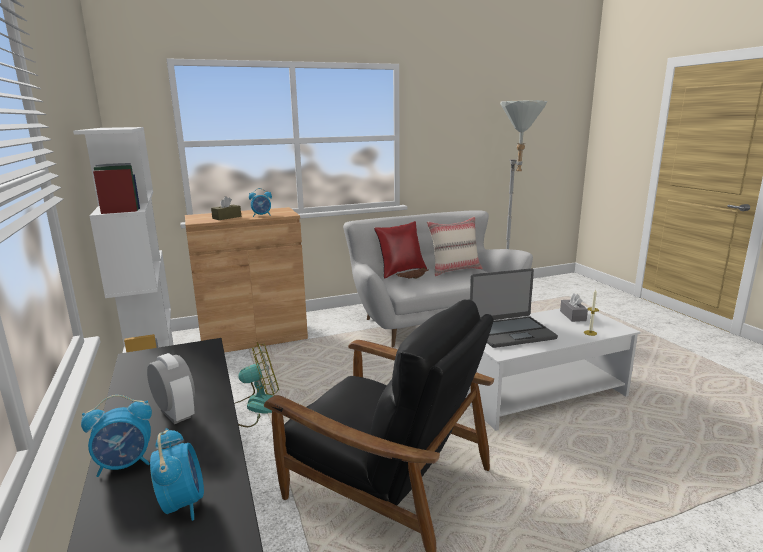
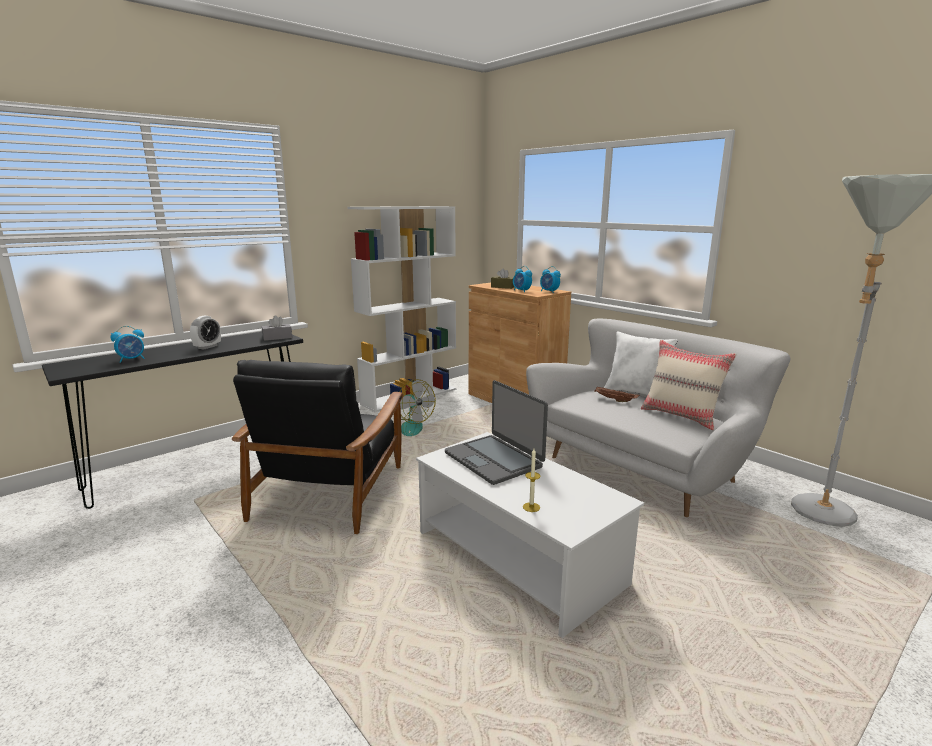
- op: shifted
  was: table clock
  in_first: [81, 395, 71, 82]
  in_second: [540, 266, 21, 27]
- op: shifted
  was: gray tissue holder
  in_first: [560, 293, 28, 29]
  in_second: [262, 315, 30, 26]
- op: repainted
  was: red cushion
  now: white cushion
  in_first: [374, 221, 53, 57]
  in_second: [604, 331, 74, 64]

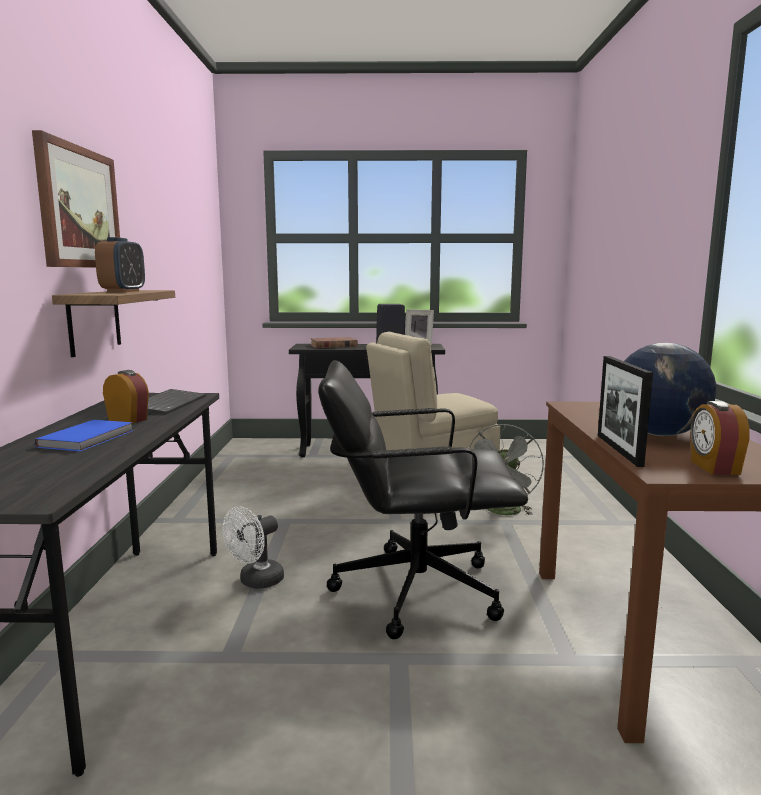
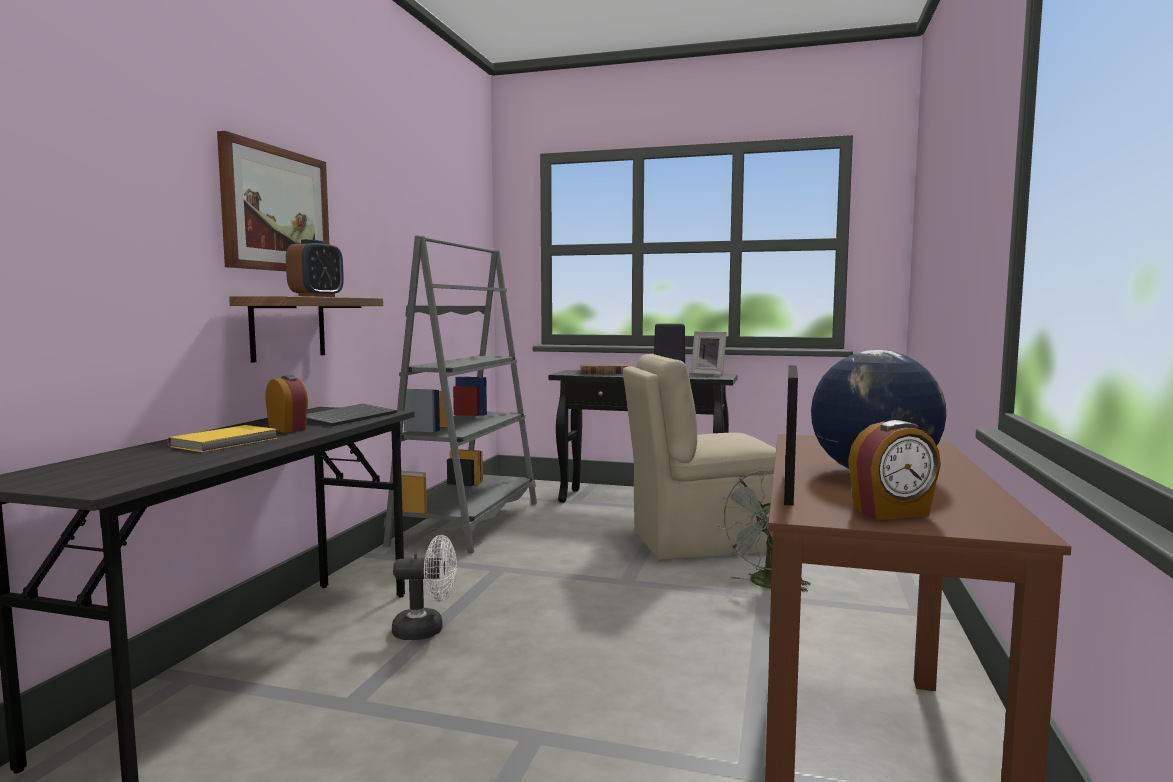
- op: gone
  was: blackish desk chair
  in_first: [318, 360, 210, 279]
- op: new
  now: gray bookshelf
  in_second: [383, 235, 154, 319]
- op: repainted
  was: blue book
  now: yellow-coloured book
  in_first: [35, 420, 99, 32]
  in_second: [168, 425, 110, 27]
- op: rotated
  was: white cooling fan
  in_first: [222, 507, 62, 82]
  in_second: [392, 535, 65, 105]
  clockwise: -150
- op: rotated
  was: table clock
  in_first: [691, 401, 59, 74]
  in_second: [848, 420, 93, 100]
  clockwise: -120

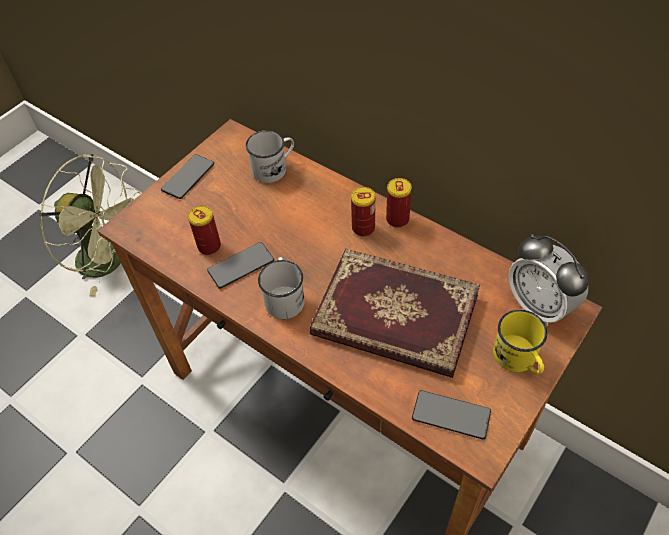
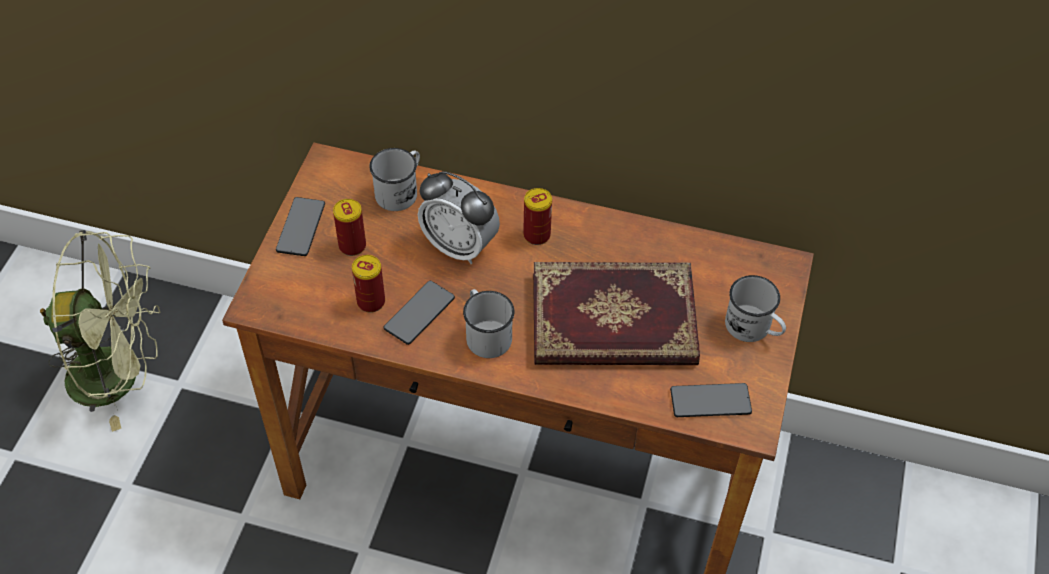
- op: shifted
  was: metal can
  in_first: [386, 178, 26, 50]
  in_second: [333, 199, 33, 57]
- op: shifted
  was: table clock
  in_first: [508, 234, 81, 92]
  in_second: [418, 171, 82, 94]
- op: repainted
  was: yellow-coloured mug
  now: white mug
  in_first: [493, 310, 54, 64]
  in_second: [725, 275, 61, 67]

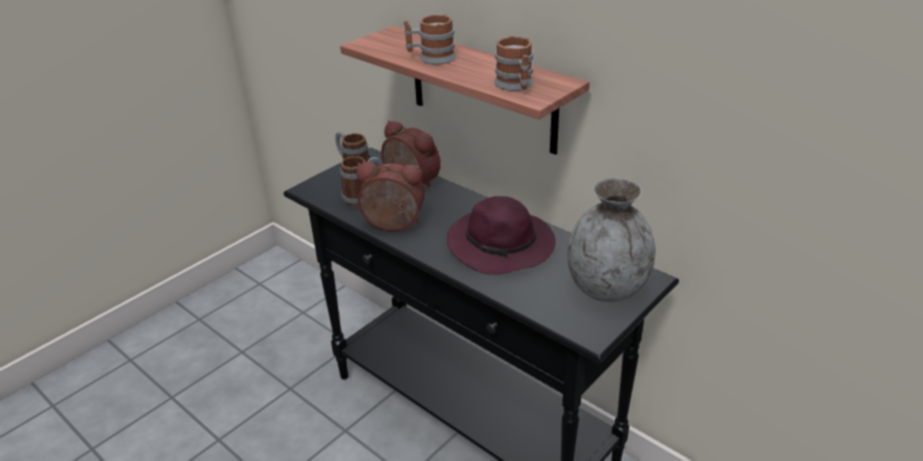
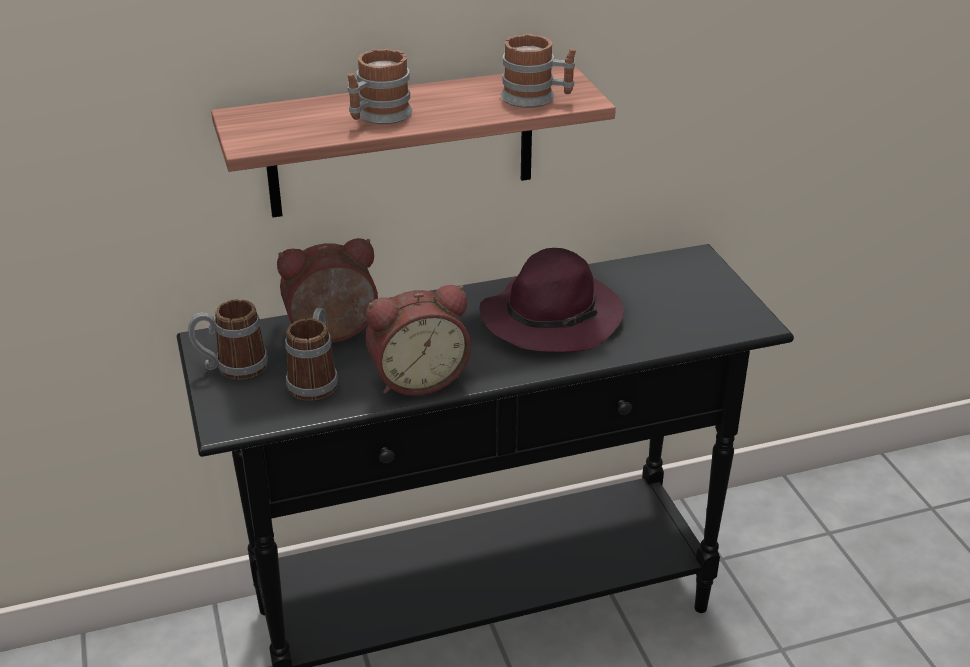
- op: gone
  was: gray decorative vase
  in_first: [567, 177, 88, 125]
- op: rotated
  was: table clock
  in_first: [357, 162, 68, 69]
  in_second: [366, 285, 105, 111]
  clockwise: -150

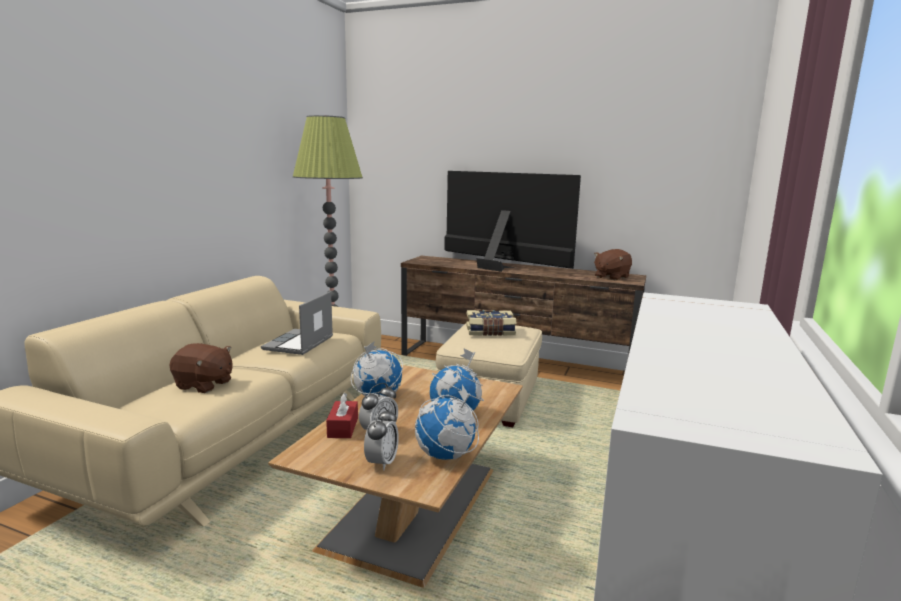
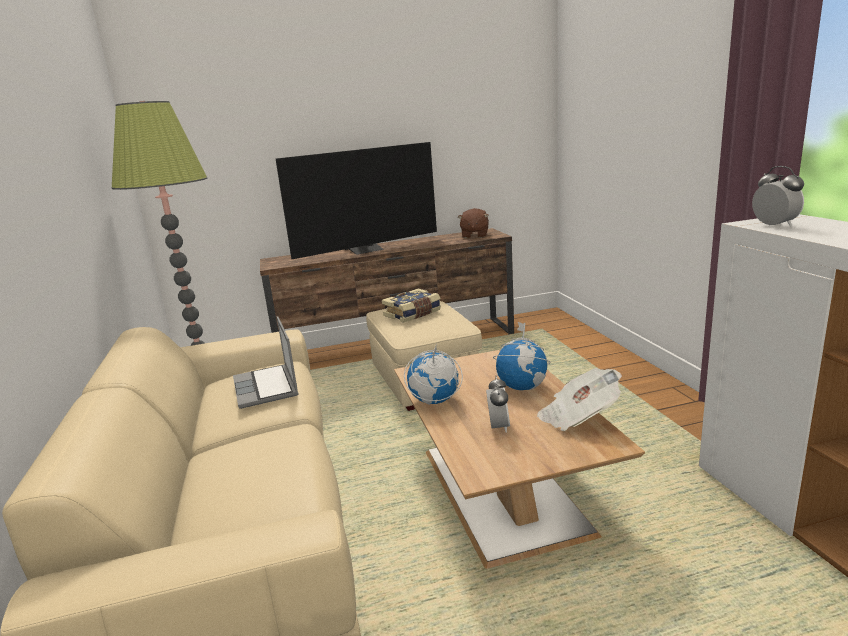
- op: gone
  was: brown plush toy
  in_first: [169, 343, 64, 50]
- op: gone
  was: red tissue holder
  in_first: [326, 393, 32, 45]
- op: shifted
  was: table clock
  in_first: [364, 407, 35, 64]
  in_second: [752, 166, 52, 61]
- op: swapped
  was: desk globe
  now: newspaper
  in_first: [415, 385, 64, 75]
  in_second: [537, 368, 85, 63]
- op: rotated
  was: television
  in_first: [444, 171, 137, 101]
  in_second: [276, 142, 161, 117]
  clockwise: 150

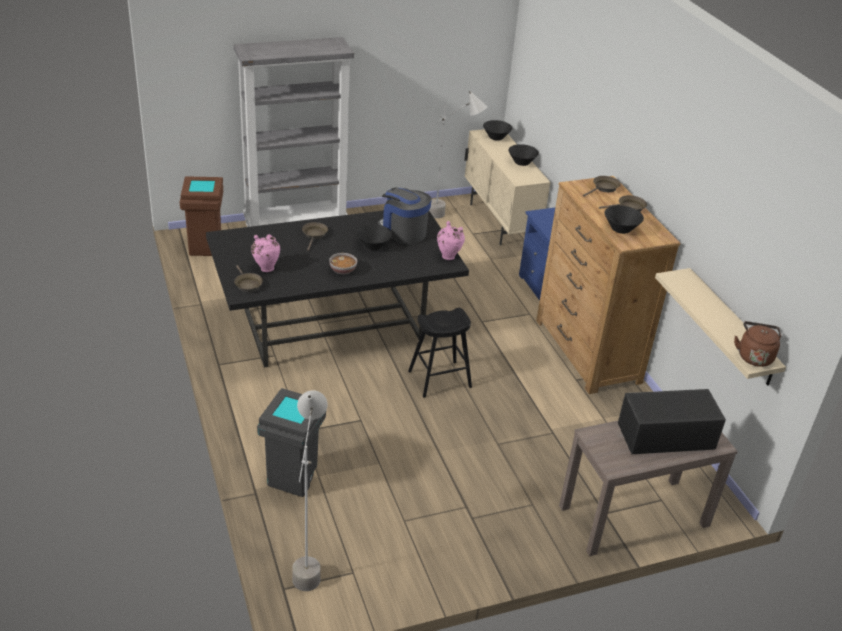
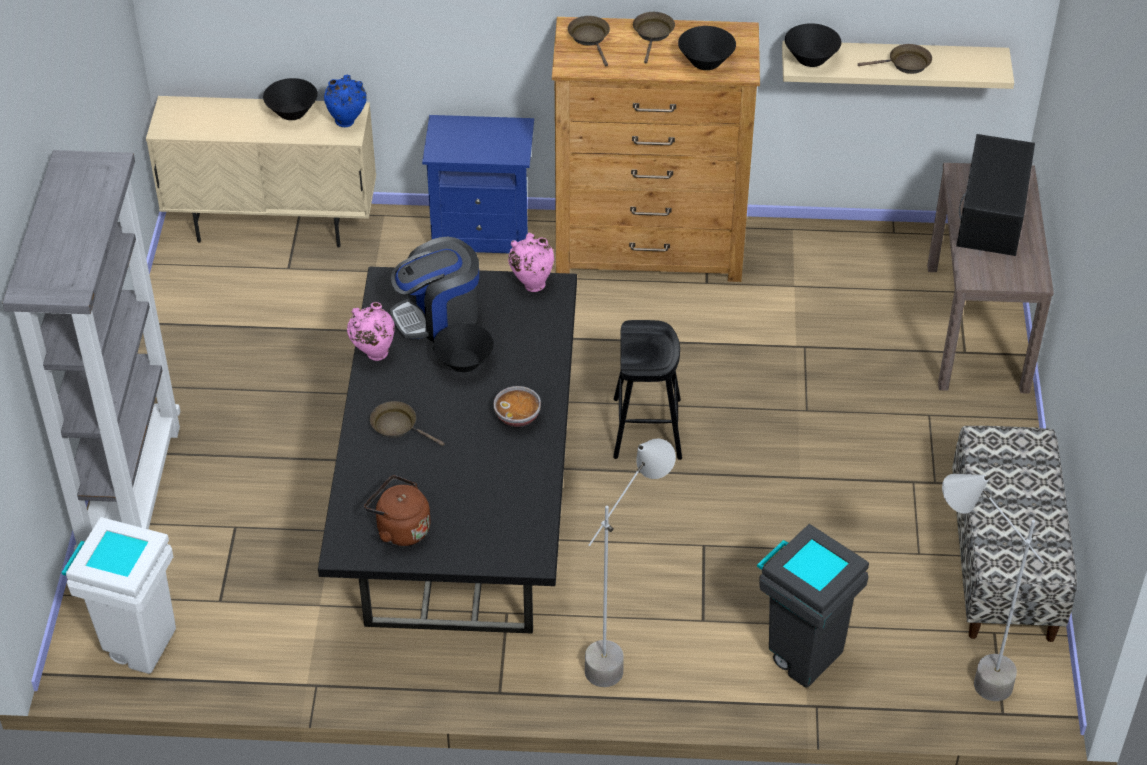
- op: new
  now: blue decorative vase
  in_second: [324, 74, 43, 53]
- op: new
  now: indoor bench
  in_second: [952, 426, 125, 216]
- op: shifted
  was: brown frying pan
  in_first: [234, 265, 29, 27]
  in_second: [858, 44, 74, 30]
- op: shifted
  was: pinkish decorative vase
  in_first: [251, 234, 29, 38]
  in_second: [347, 302, 48, 59]
- op: shifted
  was: gray standing lamp
  in_first: [429, 91, 59, 127]
  in_second: [585, 439, 91, 248]
- op: shifted
  was: blackish serving bowl
  in_first: [483, 120, 29, 20]
  in_second: [785, 23, 56, 44]
- op: shifted
  was: brown kettle
  in_first: [734, 321, 47, 46]
  in_second: [364, 475, 67, 71]
- op: repainted
  was: brown rubbish bin
  now: white rubbish bin
  in_first: [180, 176, 43, 80]
  in_second: [61, 517, 115, 157]

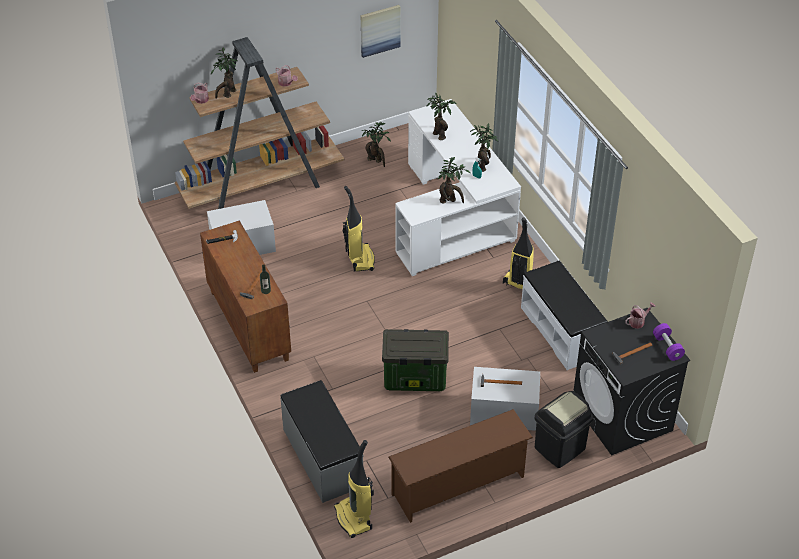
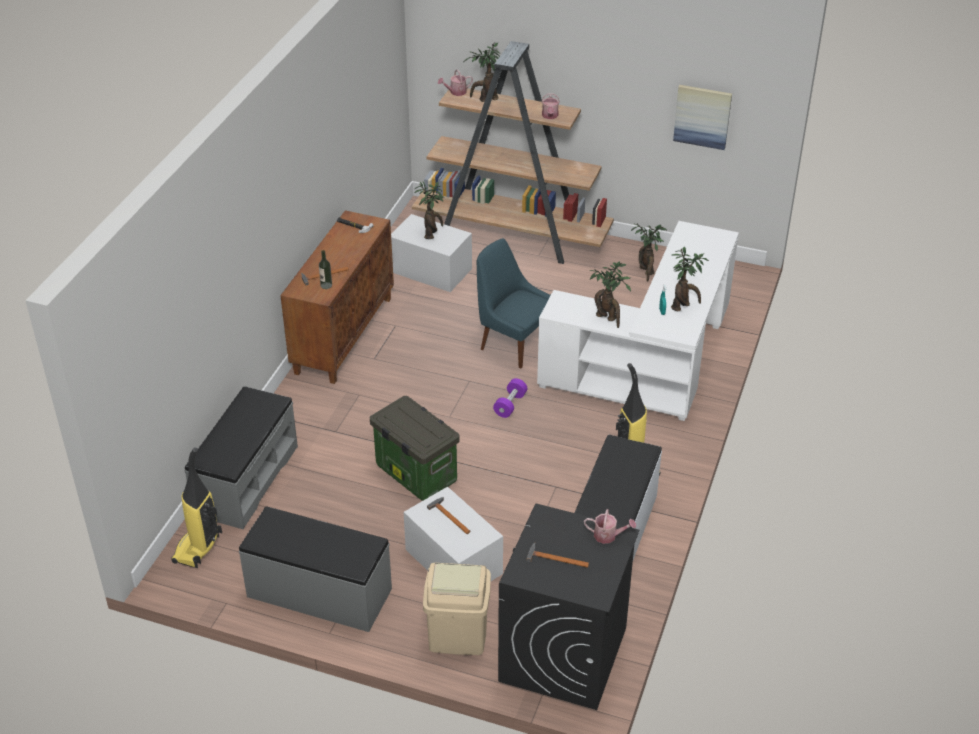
- op: shifted
  was: houseplant
  in_first: [426, 92, 31, 48]
  in_second: [414, 182, 30, 57]
- op: shifted
  was: purple free weight
  in_first: [653, 323, 32, 38]
  in_second: [493, 378, 34, 40]
- op: swapped
  was: vacuum
  now: blue chair
  in_first: [343, 186, 32, 85]
  in_second: [477, 238, 74, 130]
- op: swapped
  was: brown shoe shelf
  now: gray indoor bench
  in_first: [388, 409, 145, 114]
  in_second: [239, 507, 153, 125]
- op: repainted
  was: blackish rubbish bin
  now: beige-coloured rubbish bin
  in_first: [535, 391, 58, 77]
  in_second: [423, 563, 68, 92]

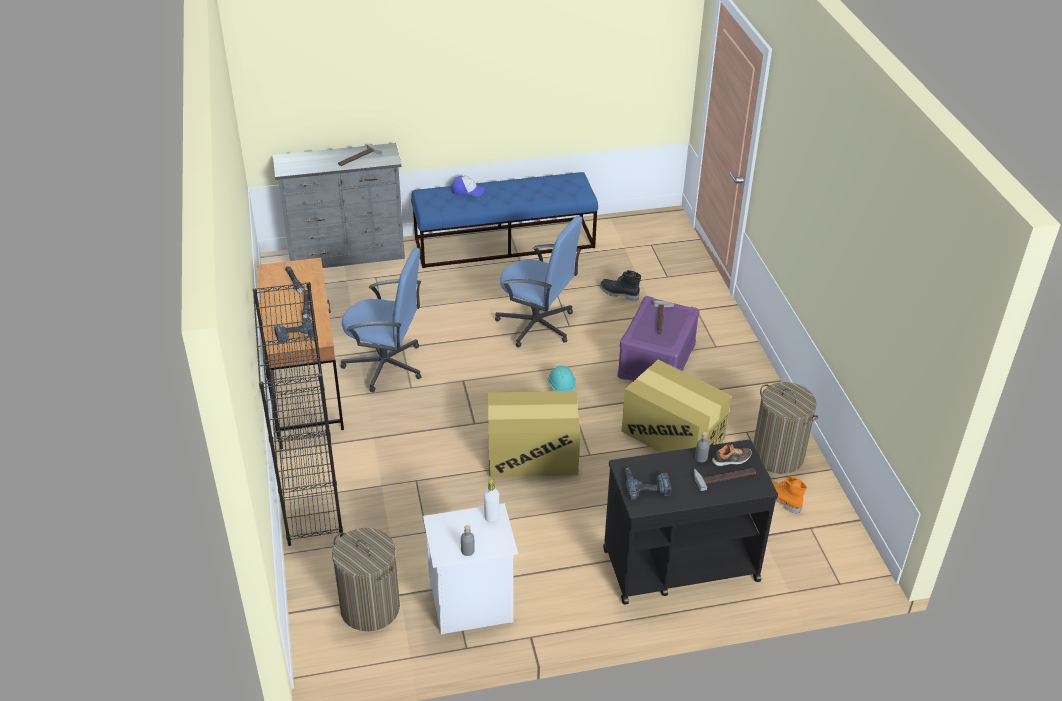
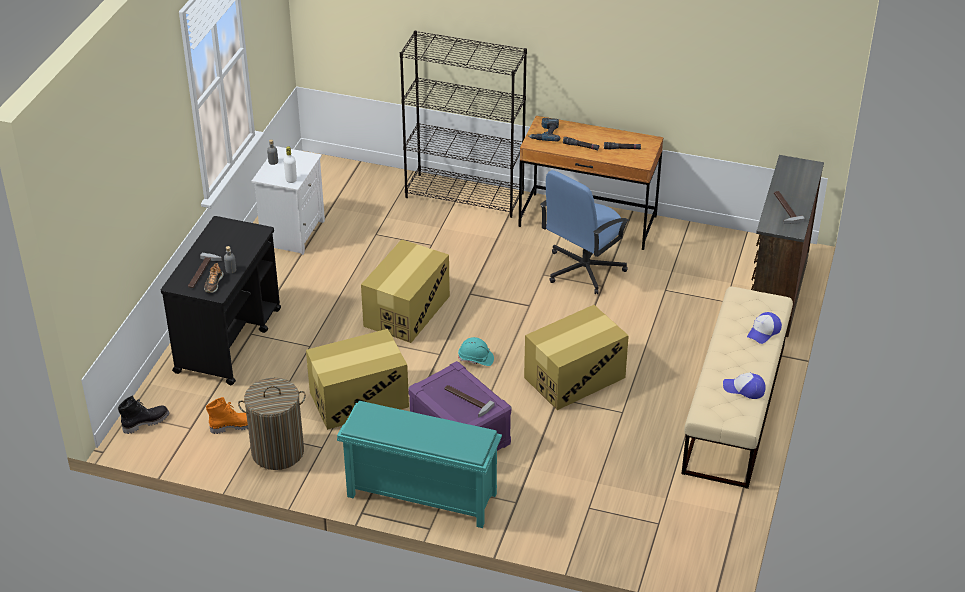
- op: gone
  was: washing basket
  in_first: [332, 528, 68, 103]
- op: gone
  was: power drill
  in_first: [625, 468, 46, 32]
- op: new
  now: blue-green shoe shelf
  in_second: [337, 401, 165, 127]
- op: new
  now: peaked cap
  in_second: [723, 373, 43, 26]
- op: shifted
  was: blackish tall boot
  in_first: [600, 270, 41, 31]
  in_second: [118, 396, 51, 38]
- op: swapped
  was: blue desk chair
  now: carton
  in_first: [495, 216, 87, 132]
  in_second: [524, 305, 105, 105]
- op: repainted
  was: gray drawer chest
  now: brown drawer chest
  in_first: [273, 143, 132, 125]
  in_second: [751, 155, 73, 182]
- op: repainted
  was: blue indoor bench
  now: beige-coloured indoor bench
  in_first: [411, 172, 187, 96]
  in_second: [681, 286, 112, 203]

